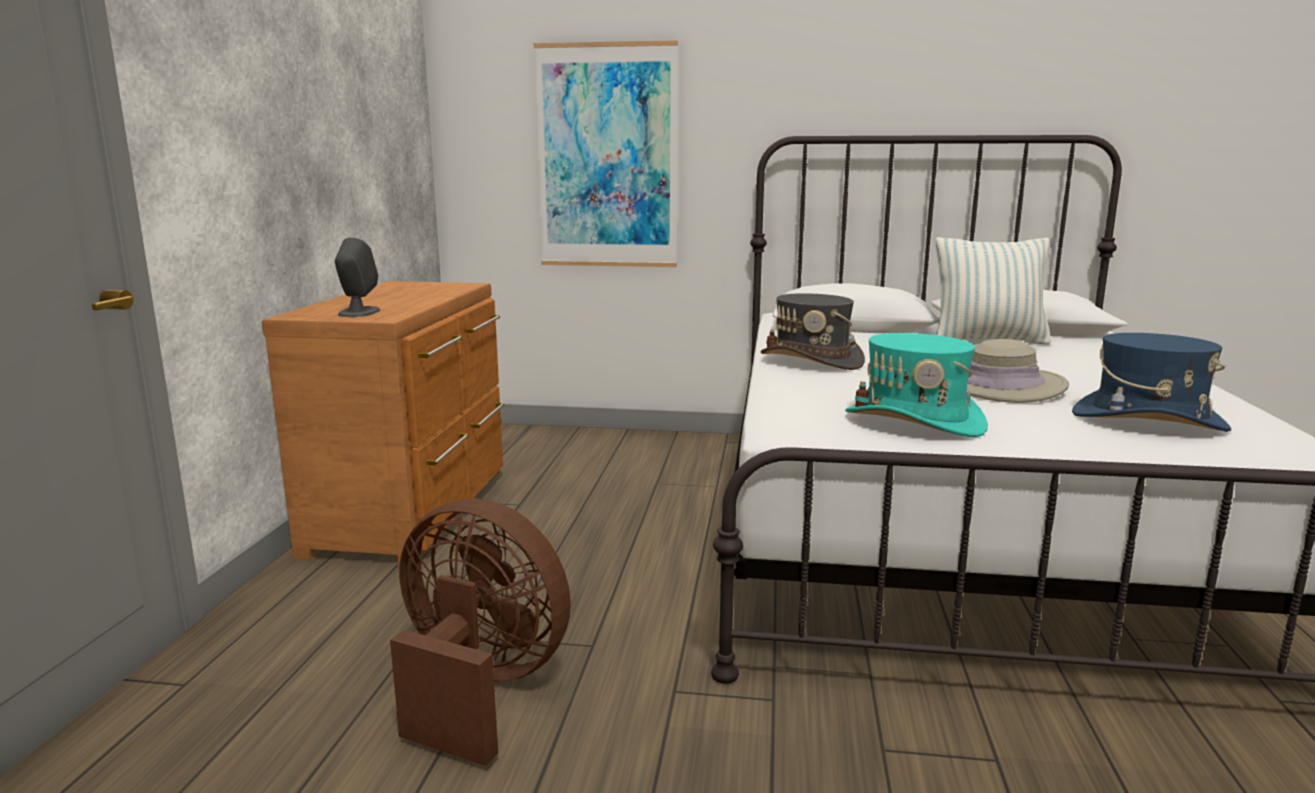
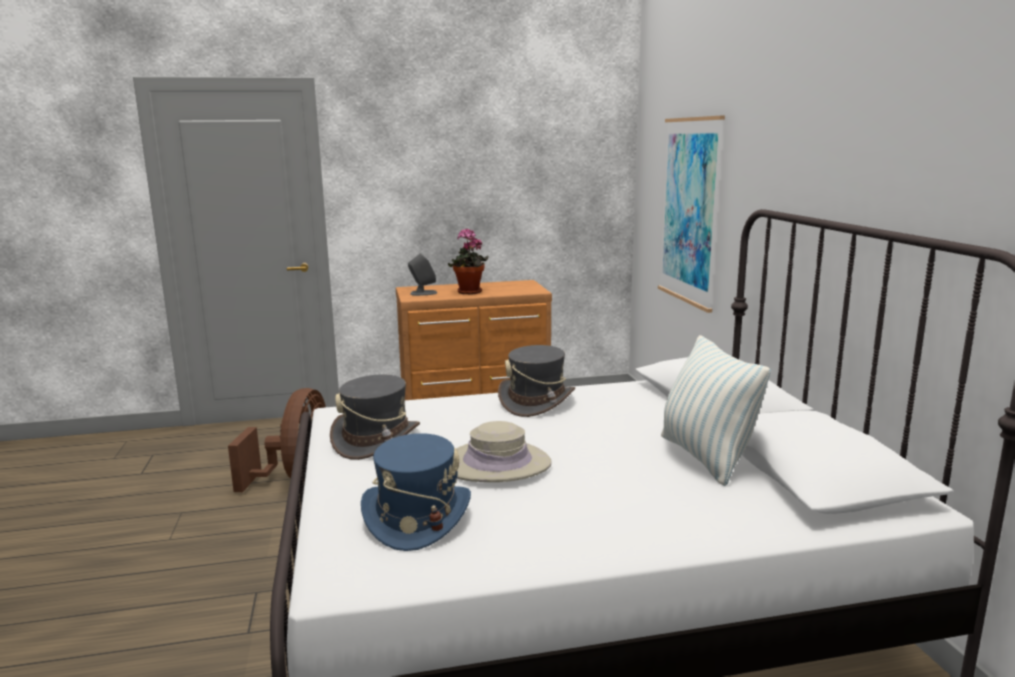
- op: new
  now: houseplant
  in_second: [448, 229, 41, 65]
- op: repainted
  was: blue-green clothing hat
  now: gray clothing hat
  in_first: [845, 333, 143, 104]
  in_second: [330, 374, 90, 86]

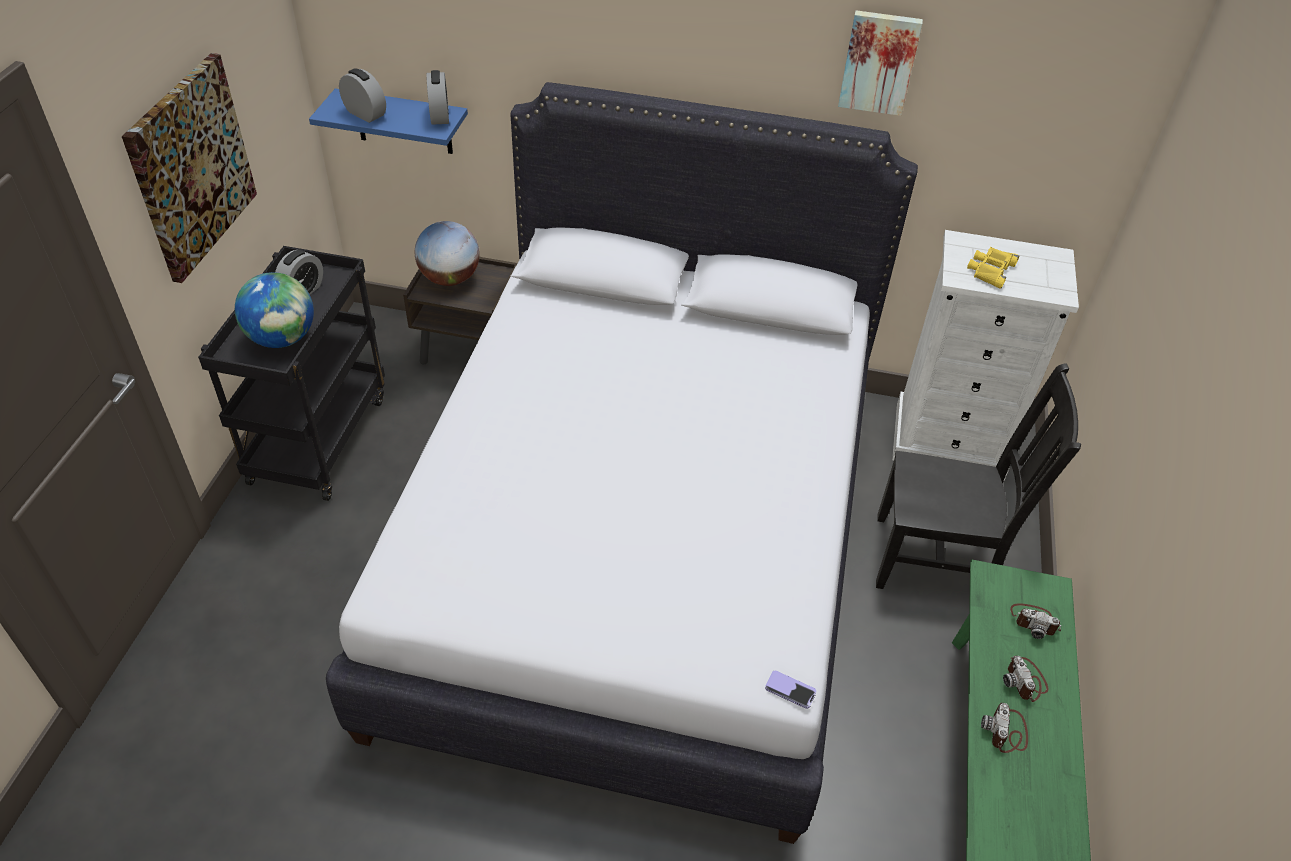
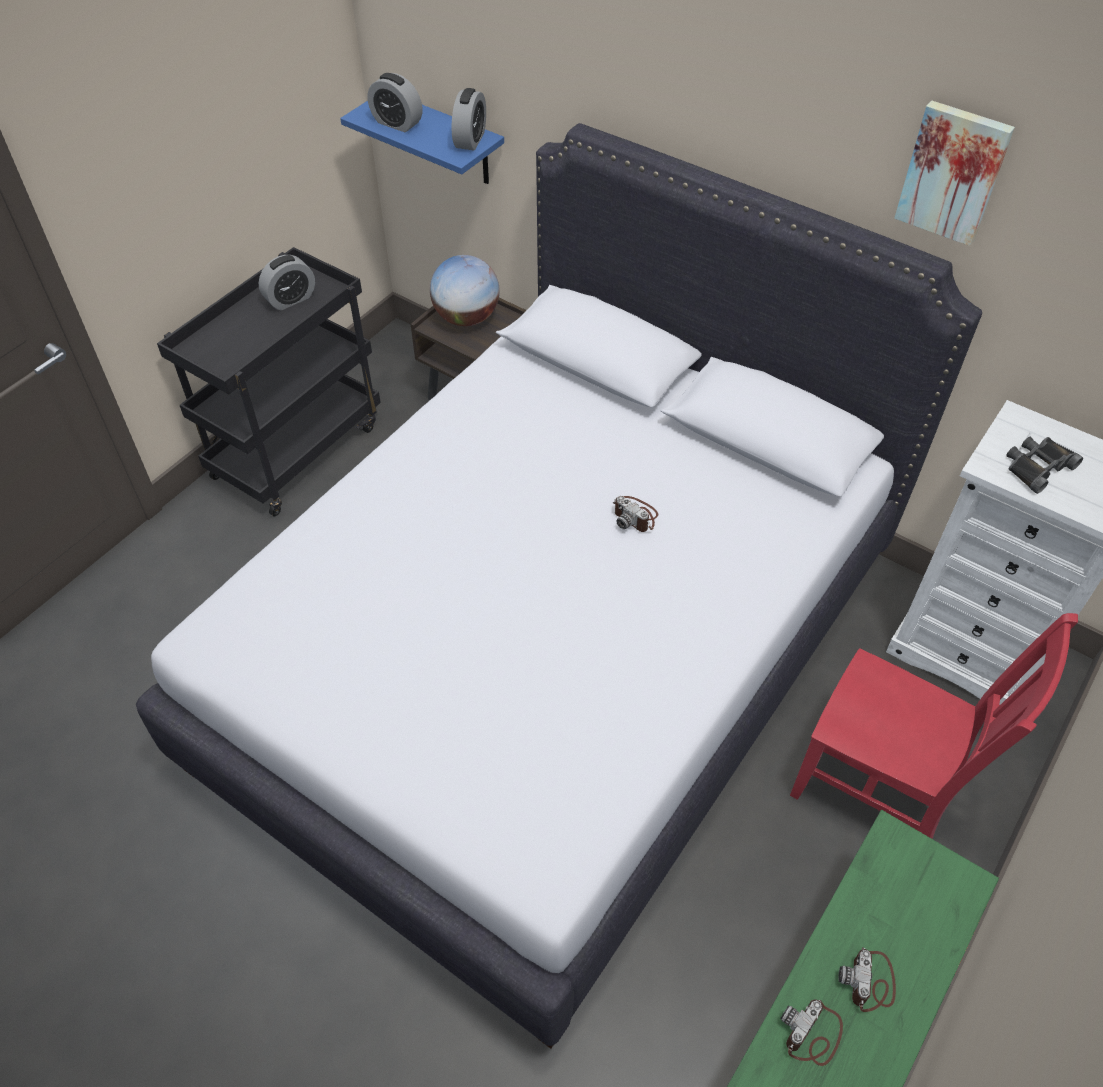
- op: gone
  was: wall picture
  in_first: [122, 53, 135, 230]
- op: gone
  was: desk globe
  in_first: [235, 272, 79, 76]
- op: gone
  was: handset
  in_first: [765, 671, 51, 38]
- op: shifted
  was: photo camera
  in_first: [1010, 603, 51, 36]
  in_second: [612, 496, 46, 36]
- op: repainted
  was: blackish chair
  now: red chair
  in_first: [876, 363, 205, 226]
  in_second: [790, 613, 288, 226]
- op: repainted
  was: yellow-coloured binoculars
  now: blackish binoculars
  in_first: [967, 247, 52, 42]
  in_second: [1006, 436, 77, 58]
- op: rotated
  was: table clock
  in_first: [339, 68, 47, 55]
  in_second: [367, 73, 55, 59]
  clockwise: 150

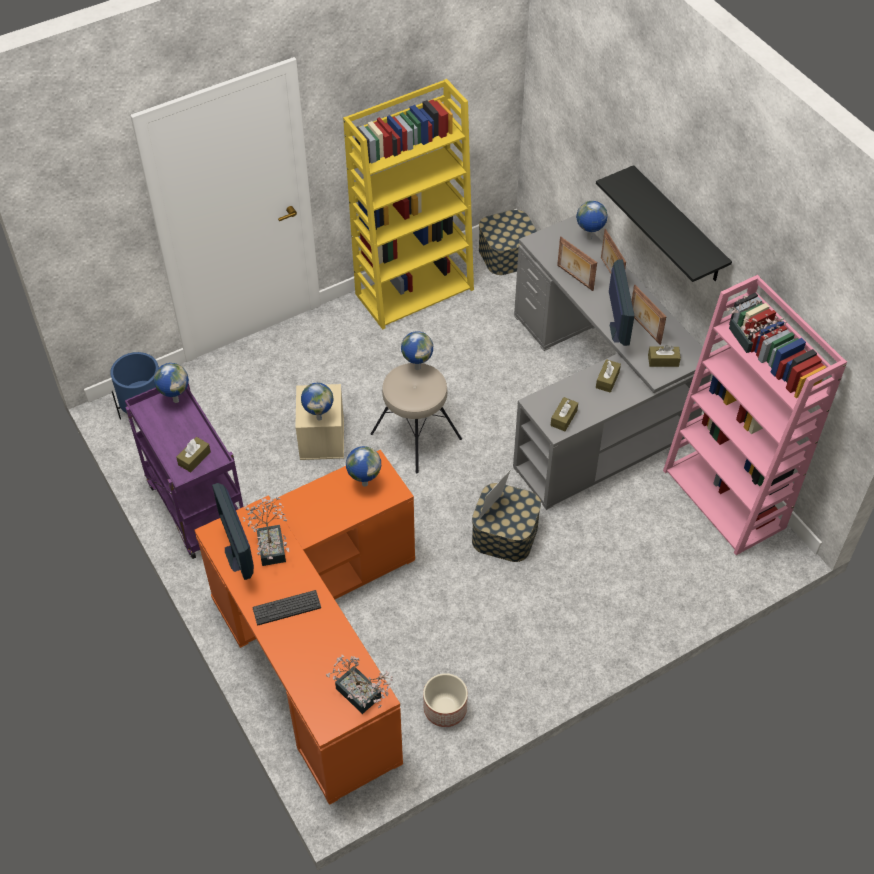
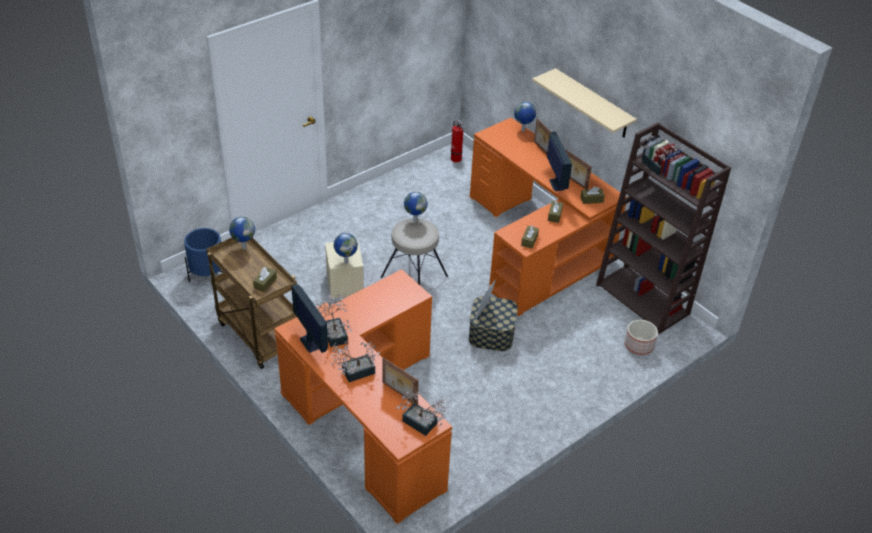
- op: gone
  was: yellow-coloured bookshelf
  in_first: [343, 79, 131, 251]
- op: gone
  was: desk globe
  in_first: [346, 446, 35, 41]
- op: shifted
  was: plant pot
  in_first: [423, 673, 45, 54]
  in_second: [625, 320, 33, 35]
- op: shifted
  was: picture frame
  in_first: [557, 237, 40, 54]
  in_second: [383, 358, 36, 46]
- op: swapped
  was: computer keyboard
  now: houseplant
  in_first: [253, 590, 68, 35]
  in_second: [331, 341, 49, 41]
- op: swapped
  was: storage bin
  now: extinguisher
  in_first: [479, 210, 58, 65]
  in_second: [451, 120, 13, 42]
- op: repainted
  was: purple trolley
  now: brown trolley
  in_first: [125, 383, 119, 176]
  in_second: [206, 237, 91, 132]
- op: repainted
  was: gray desk
  now: orangey desk
  in_first: [513, 215, 198, 295]
  in_second: [470, 118, 157, 198]
- op: repainted
  was: blackish bracket shelf
  now: beige-coloured bracket shelf
  in_first: [596, 165, 136, 117]
  in_second: [532, 68, 105, 70]
- op: repainted
  was: pinkish bookshelf
  now: brown bookshelf
  in_first: [663, 275, 184, 280]
  in_second: [596, 122, 135, 212]

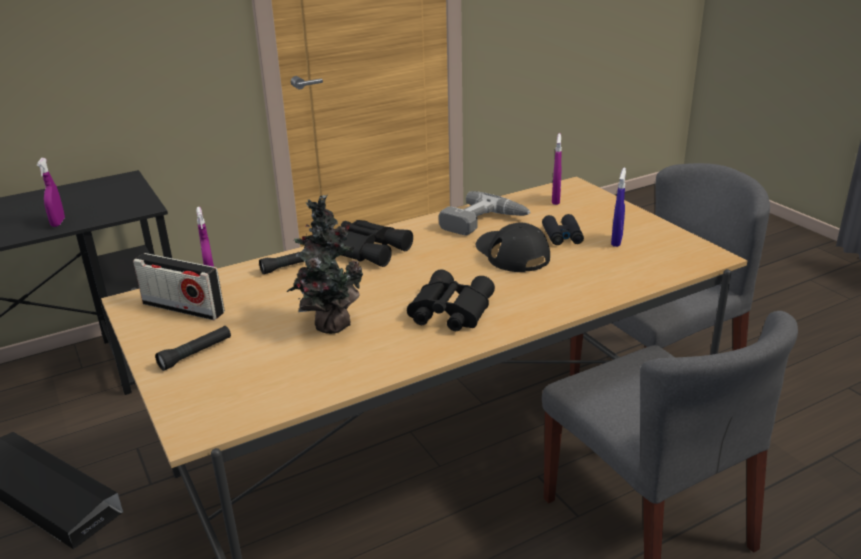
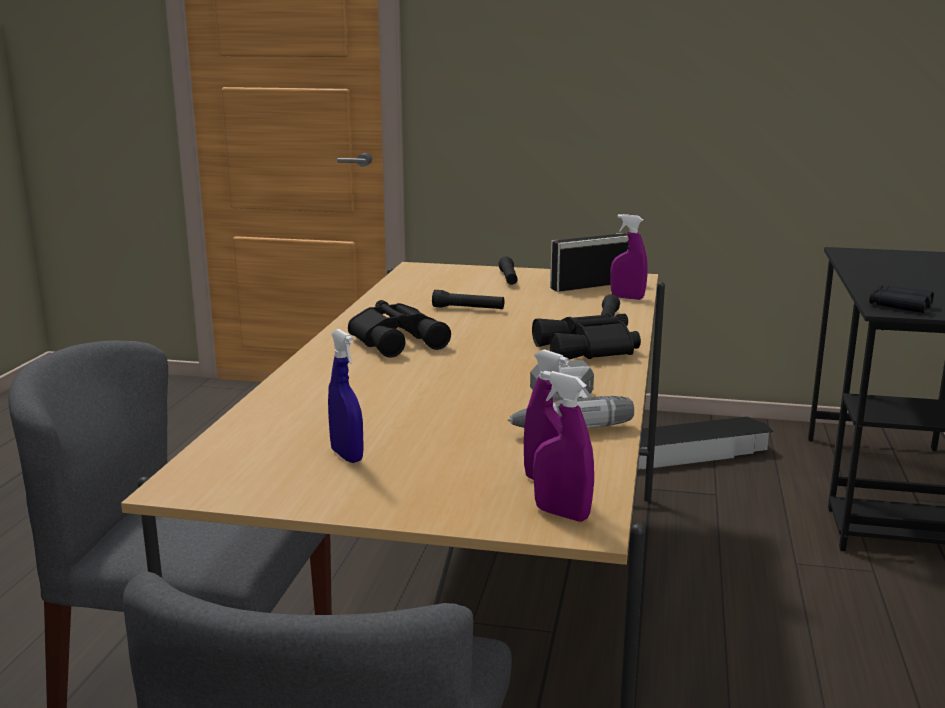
- op: gone
  was: blackish peaked cap
  in_first: [476, 223, 74, 49]
- op: shifted
  was: purple spray bottle
  in_first: [37, 158, 28, 69]
  in_second: [533, 371, 61, 151]
- op: shifted
  was: blackish binoculars
  in_first: [542, 214, 42, 31]
  in_second: [869, 285, 65, 28]
- op: swapped
  was: houseplant
  now: blackish flashlight
  in_first: [287, 194, 76, 140]
  in_second: [432, 290, 72, 19]

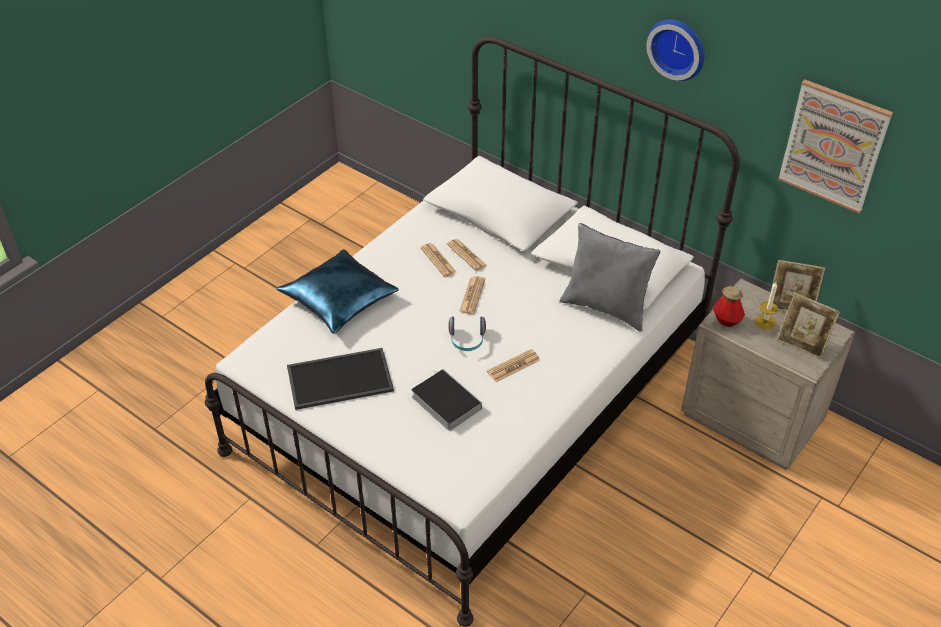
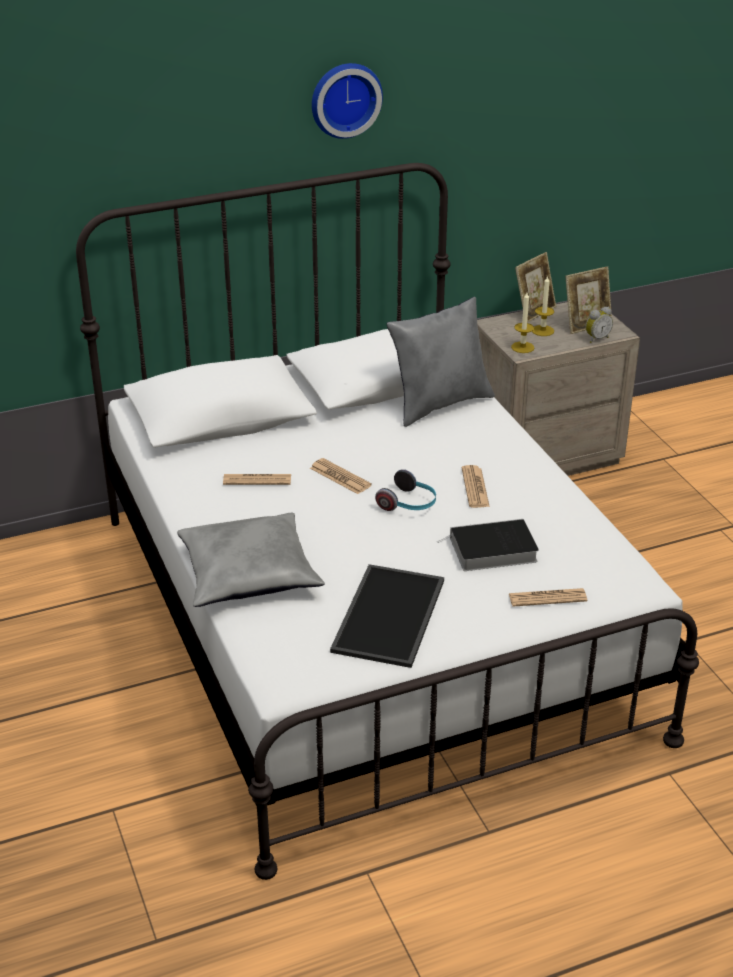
- op: gone
  was: wall picture
  in_first: [778, 79, 115, 134]
- op: new
  now: table clock
  in_second: [586, 307, 27, 36]
- op: shifted
  was: newspaper
  in_first: [447, 239, 40, 32]
  in_second: [508, 588, 79, 19]
- op: swapped
  was: bottle
  now: wax candle
  in_first: [713, 286, 32, 41]
  in_second: [511, 292, 23, 61]
- op: repainted
  was: blue cushion
  now: gray cushion
  in_first: [276, 249, 123, 85]
  in_second: [177, 513, 148, 94]

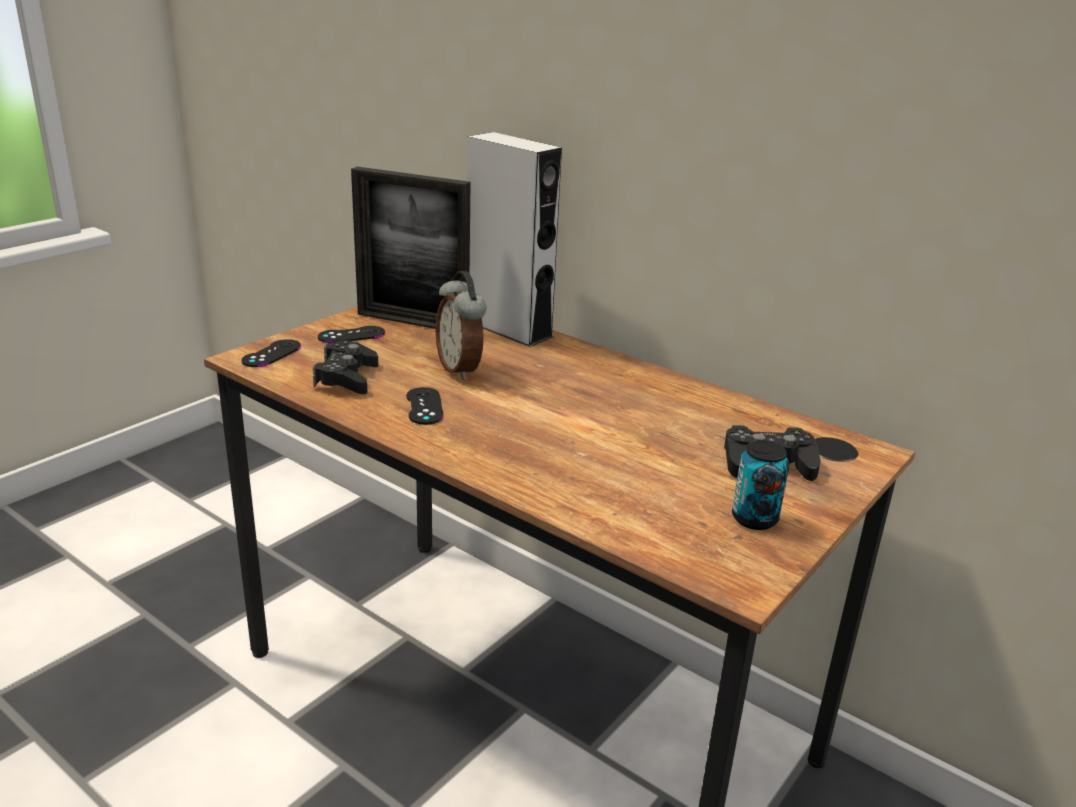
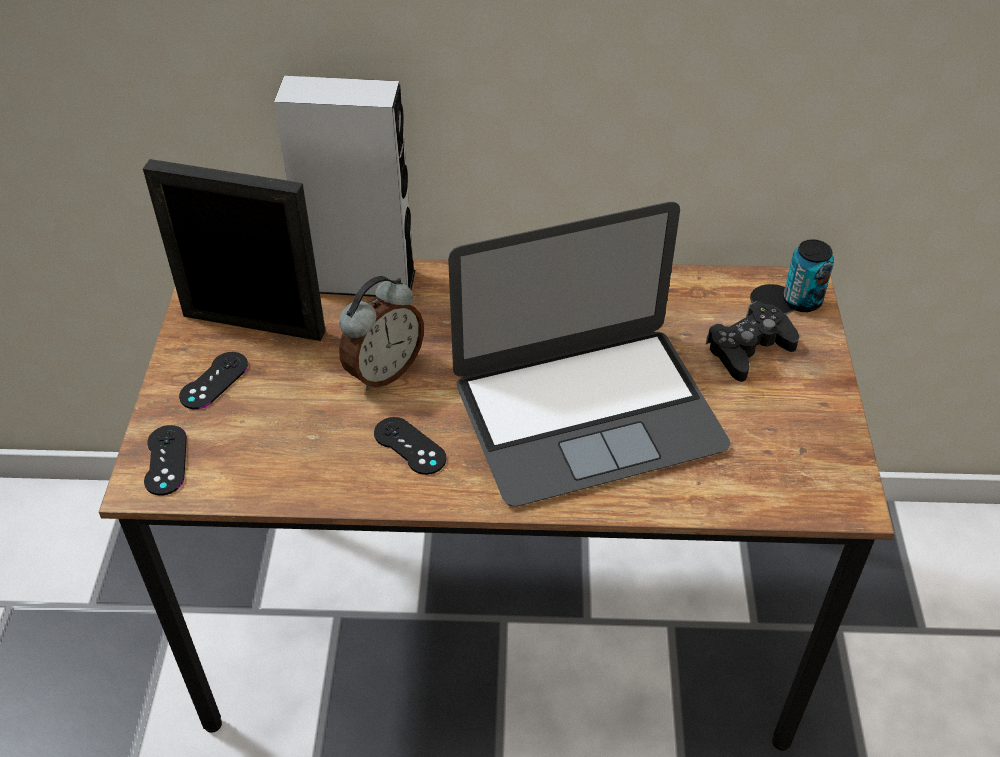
- op: gone
  was: blackish joypad
  in_first: [313, 340, 65, 54]
- op: new
  now: laptop
  in_second: [448, 202, 283, 305]
- op: shifted
  was: metal can
  in_first: [732, 441, 57, 89]
  in_second: [783, 239, 51, 73]
- op: rotated
  was: picture frame
  in_first: [351, 167, 120, 162]
  in_second: [143, 159, 183, 182]
  clockwise: -150
- op: rotated
  was: table clock
  in_first: [436, 271, 50, 109]
  in_second: [339, 276, 85, 115]
  clockwise: -75

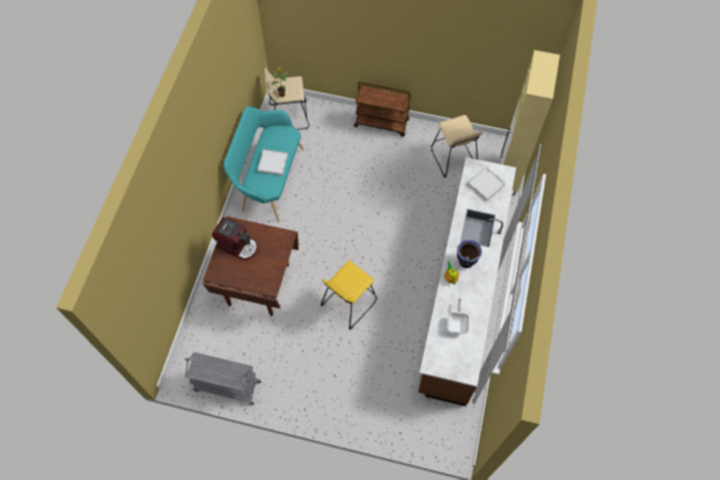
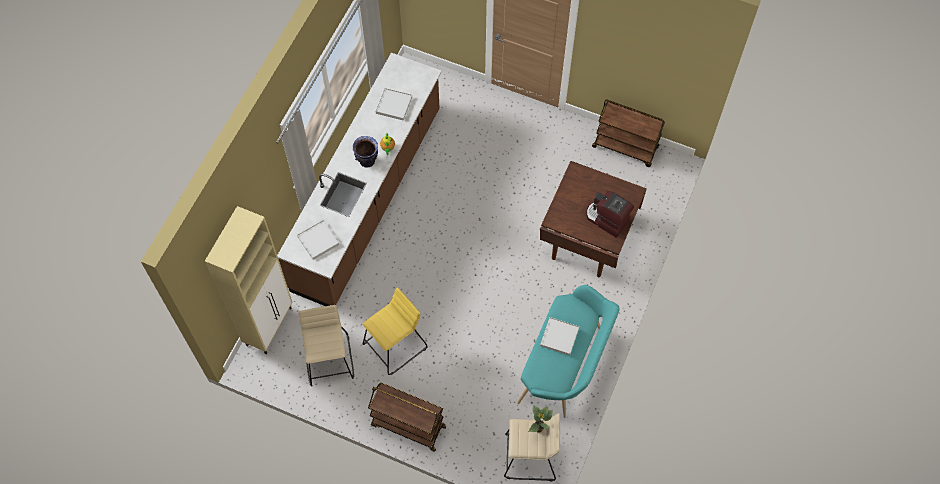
- op: shifted
  was: yellow-coloured stool seat
  in_first: [321, 261, 56, 69]
  in_second: [363, 288, 65, 87]
- op: swapped
  was: frying pan
  now: white serving tray
  in_first: [447, 299, 22, 35]
  in_second: [376, 88, 36, 33]
- op: repainted
  was: gray trolley
  now: brown trolley
  in_first: [185, 352, 76, 53]
  in_second: [592, 100, 73, 67]

